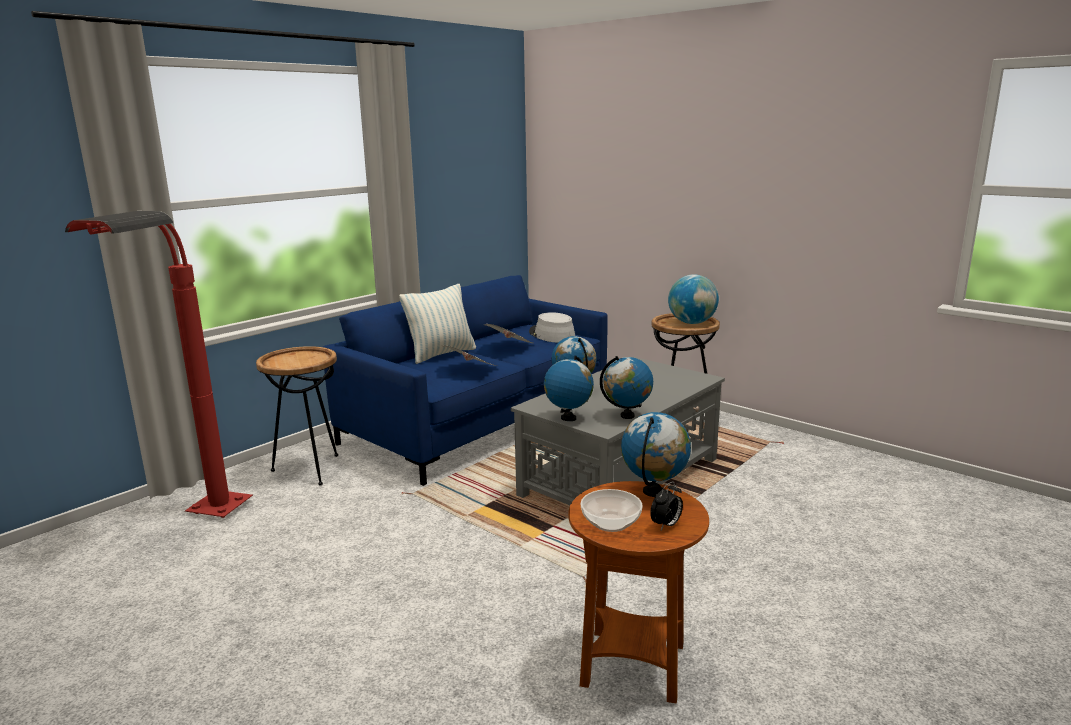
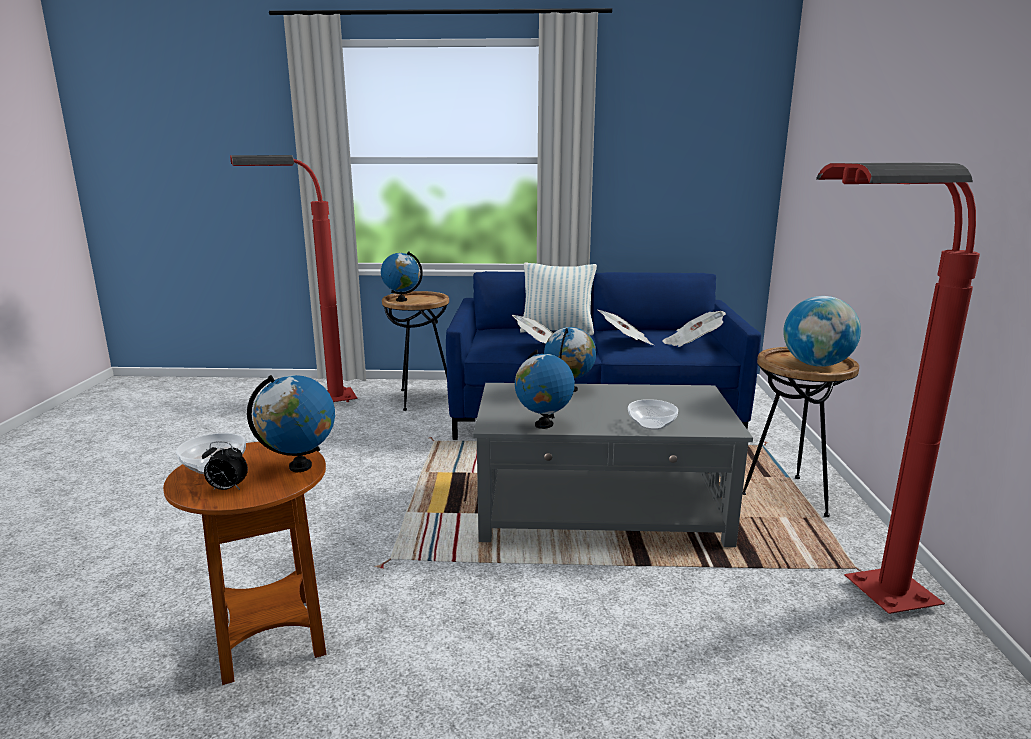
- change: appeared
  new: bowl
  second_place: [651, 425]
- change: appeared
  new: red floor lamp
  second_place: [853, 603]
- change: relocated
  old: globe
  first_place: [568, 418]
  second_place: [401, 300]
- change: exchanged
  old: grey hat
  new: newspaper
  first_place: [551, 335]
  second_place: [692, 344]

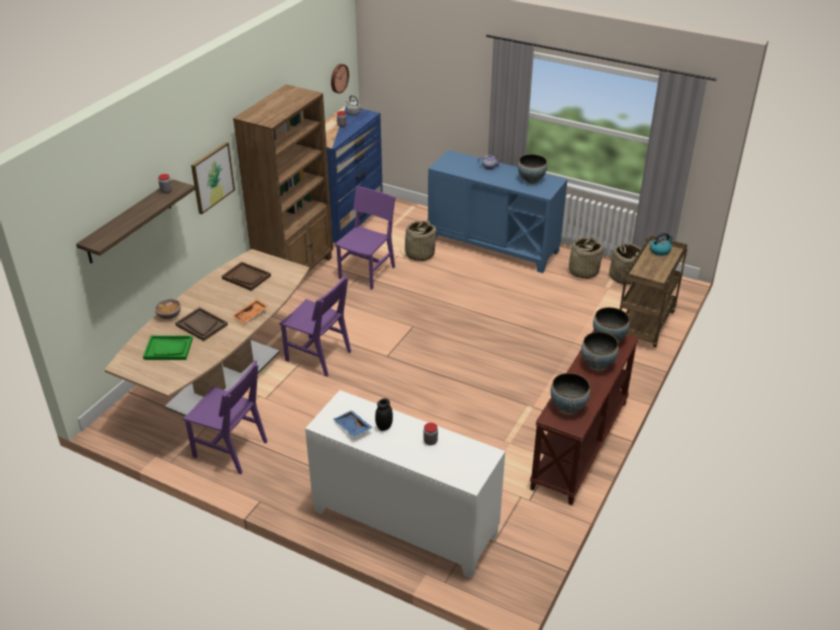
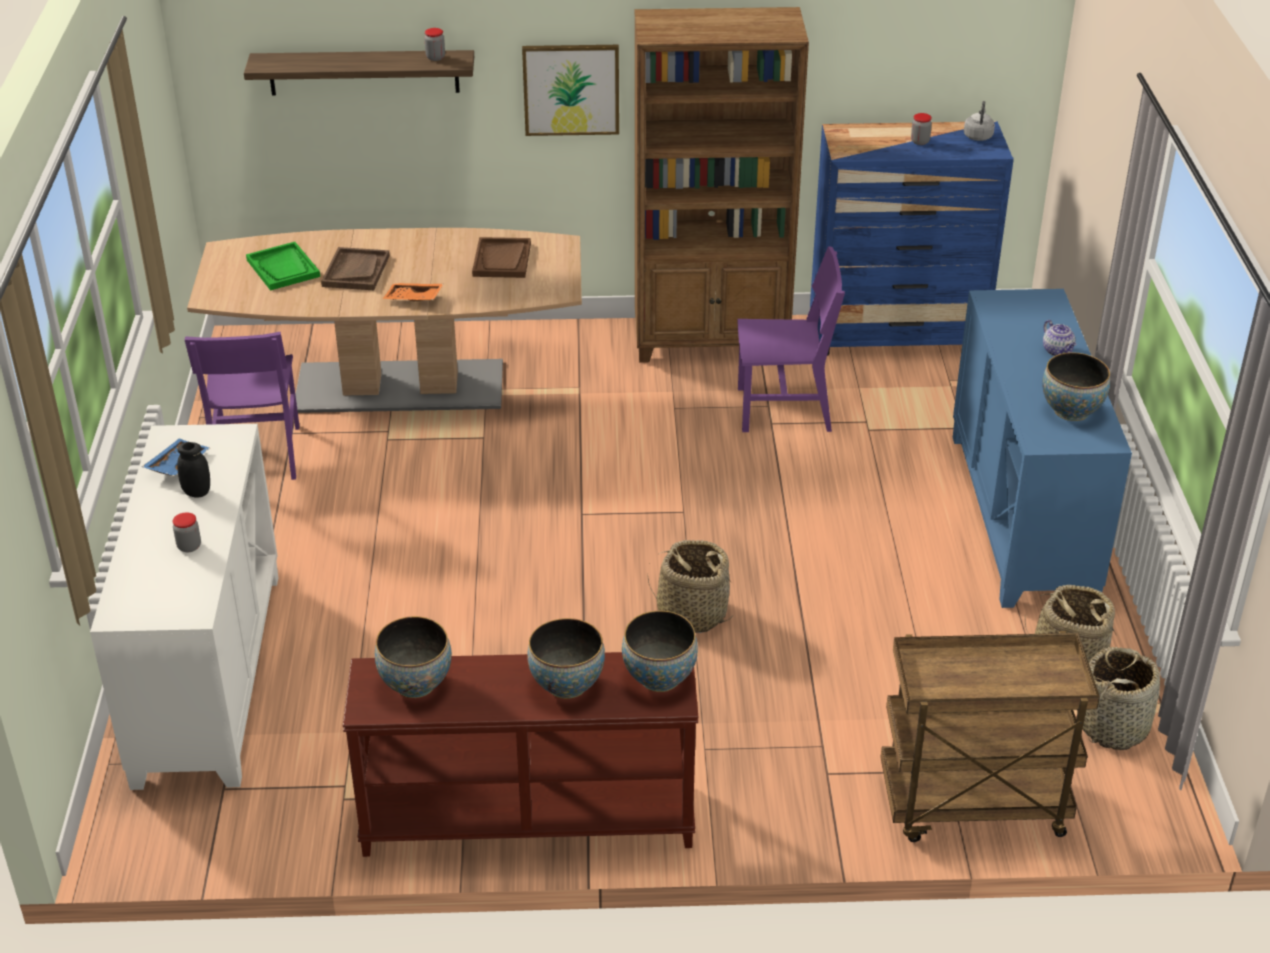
- change: missing
  old: bowl
  first_place: [169, 315]
- change: missing
  old: purple chair
  first_place: [318, 356]
- change: missing
  old: wall clock
  first_place: [338, 78]
- change: missing
  old: kettle
  first_place: [660, 250]
- change: relocated
  old: basket
  first_place: [419, 254]
  second_place: [691, 614]

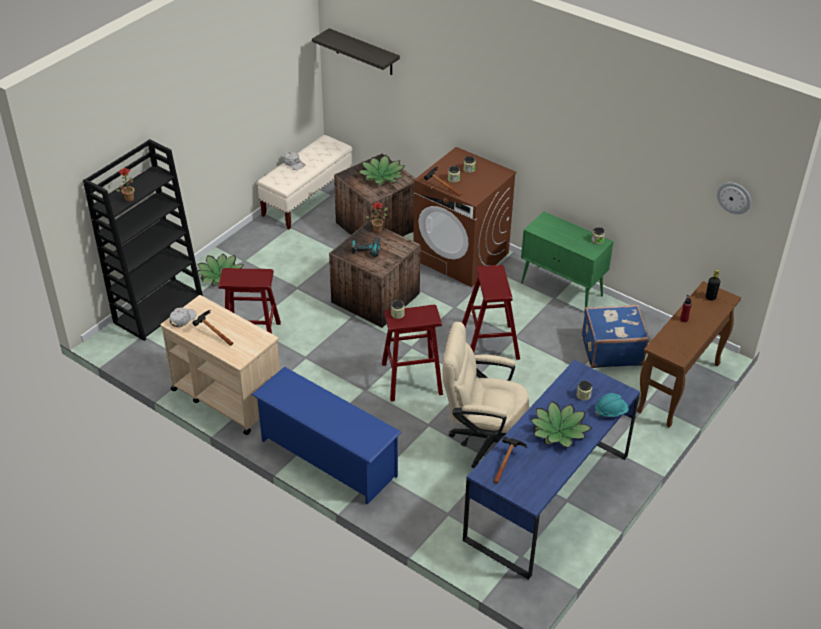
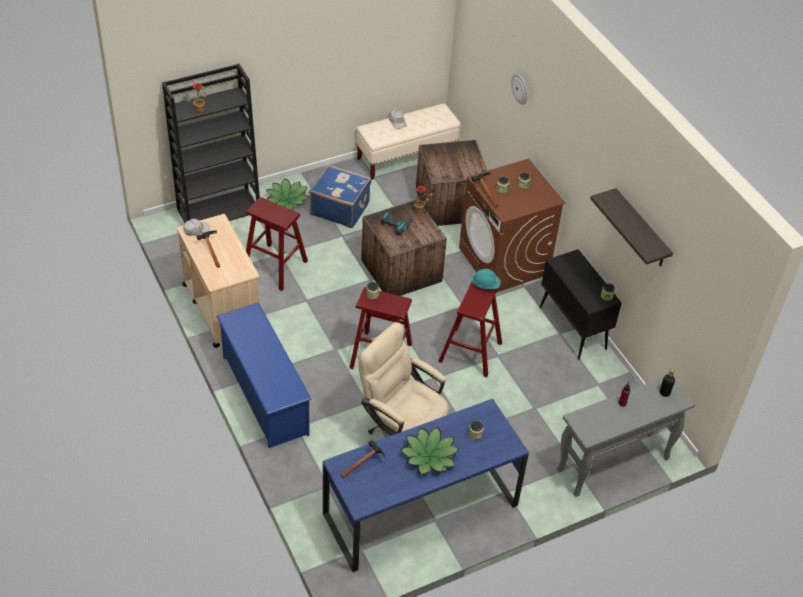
- change: missing
  old: potted plant
  first_place: [382, 176]
- change: relocated
  old: shelf
  first_place: [364, 52]
  second_place: [641, 229]
- change: relocated
  old: blue suitcase
  first_place: [611, 350]
  second_place: [340, 208]
- change: relocated
  old: turquoise hard hat
  first_place: [610, 412]
  second_place: [485, 285]
- change: relocated
  old: wall clock
  first_place: [734, 197]
  second_place: [520, 88]
- change: colour
  old: green cabinet
  new: black cabinet
  first_place: [562, 289]
  second_place: [573, 328]
- change: colour
  old: brown console table
  new: grey console table
  first_place: [678, 388]
  second_place: [612, 465]

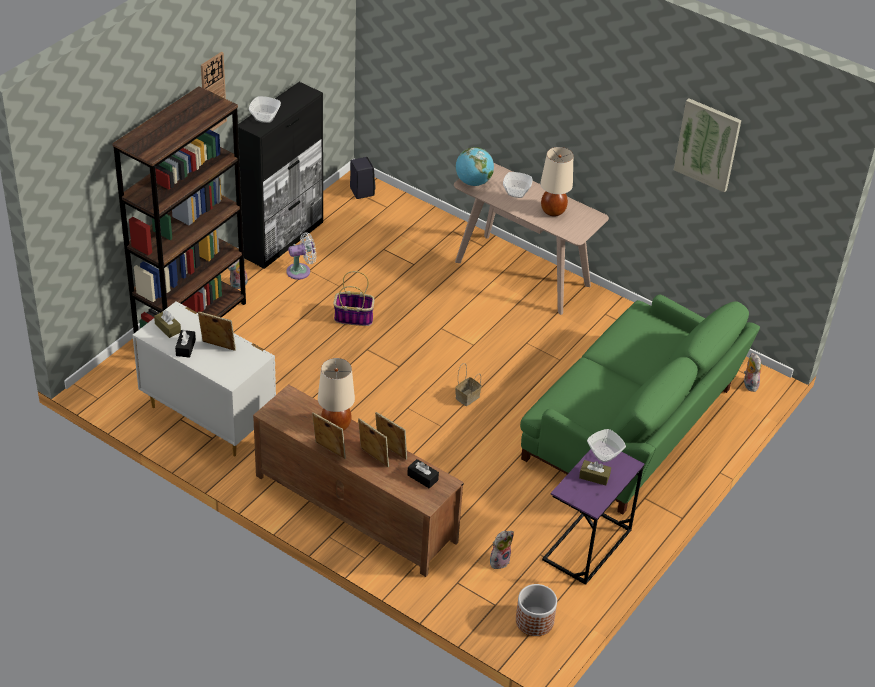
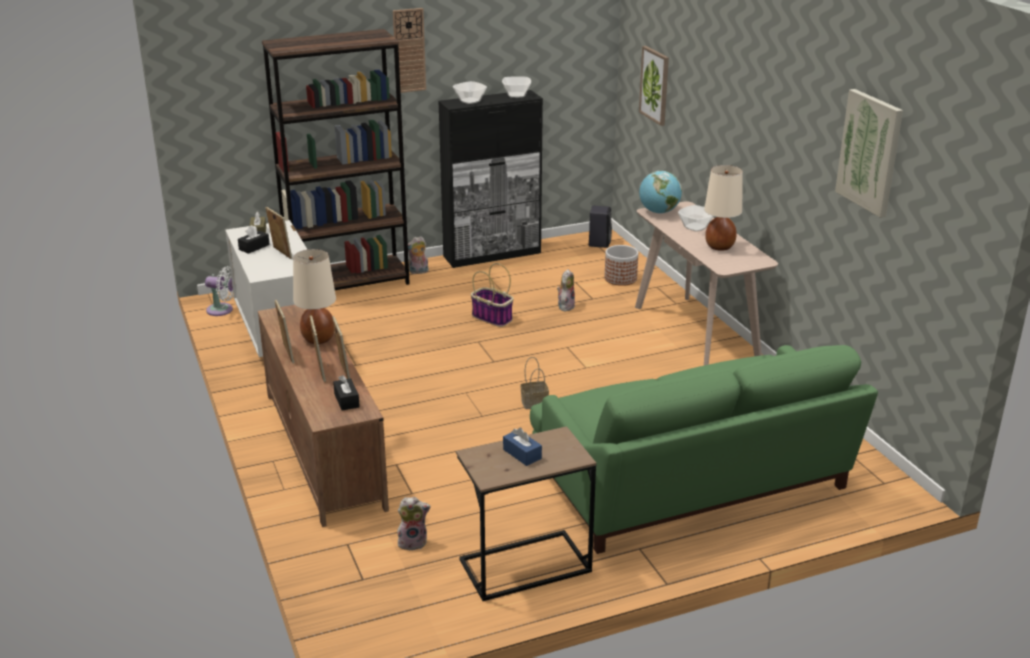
- change: appeared
  new: picture
  second_place: [655, 85]
- change: relocated
  old: white fan
  first_place: [301, 271]
  second_place: [222, 310]
- change: relocated
  old: planter
  first_place: [534, 621]
  second_place: [620, 278]
- change: relocated
  old: bowl
  first_place: [603, 454]
  second_place: [516, 95]
- change: relocated
  old: plush toy
  first_place: [749, 384]
  second_place: [565, 306]
- change: colour
  old: purple side table
  new: brown side table
  first_place: [587, 545]
  second_place: [525, 566]
- change: colour
  old: brown tissue box
  new: blue tissue box
  first_place: [594, 476]
  second_place: [522, 454]

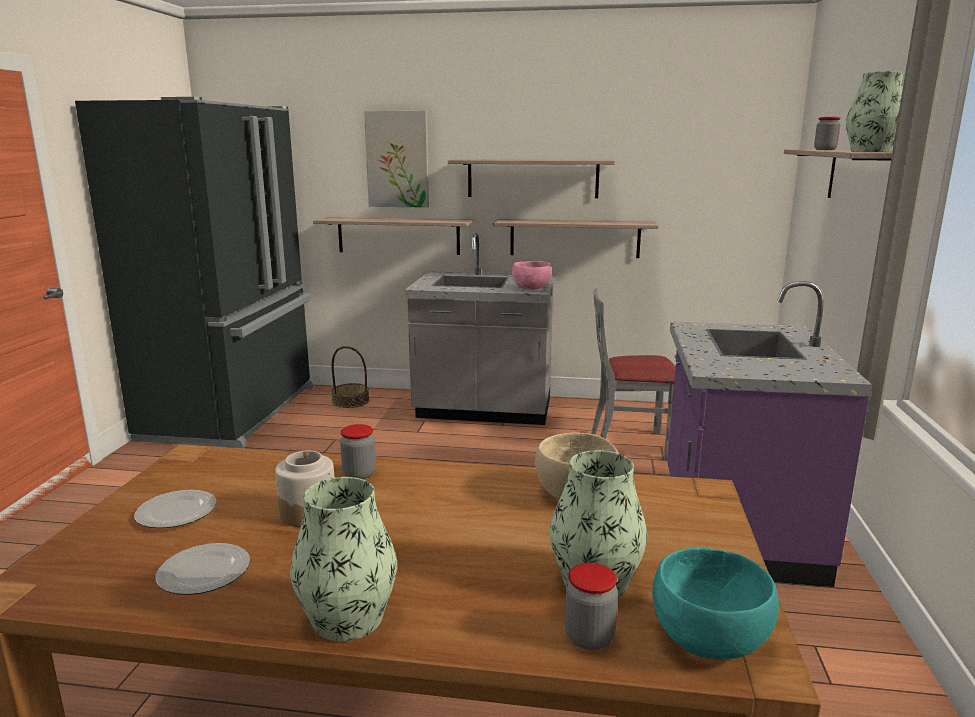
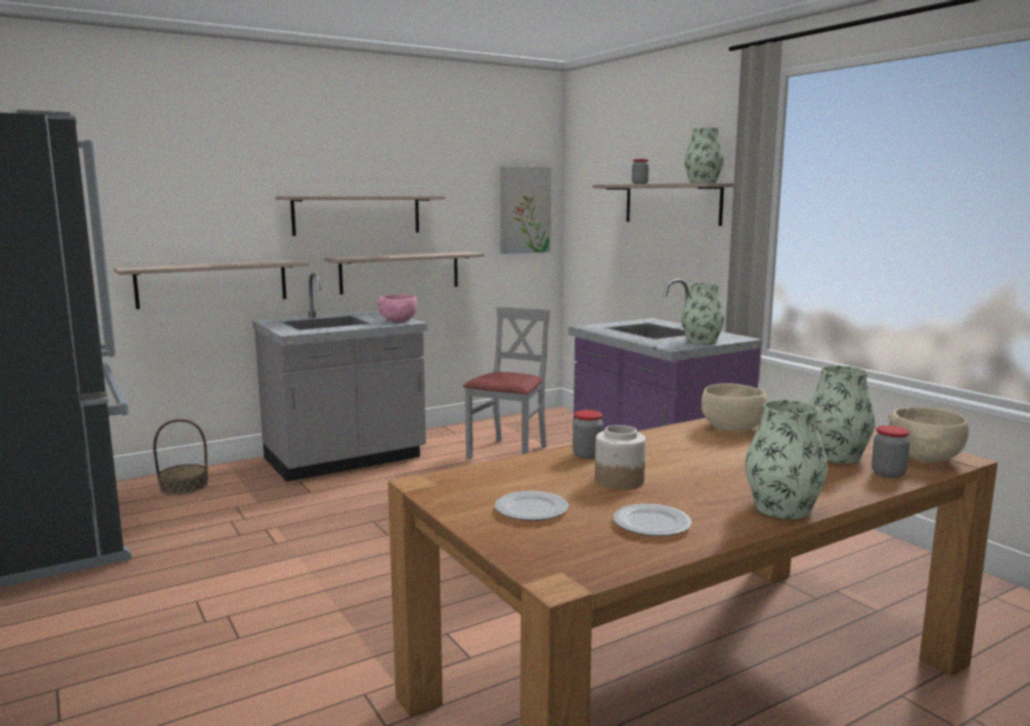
- change: appeared
  new: vase
  second_place: [701, 341]
- change: relocated
  old: picture
  first_place: [397, 159]
  second_place: [524, 210]
- change: colour
  old: turquoise bowl
  new: beige bowl
  first_place: [711, 639]
  second_place: [924, 457]
- change: spun
  old: grey chair
  first_place: [629, 444]
  second_place: [509, 453]
  degrees: 150

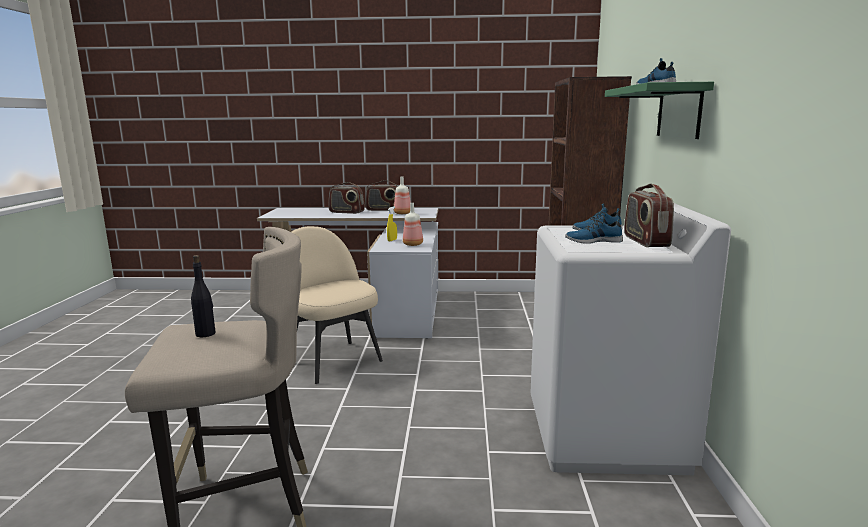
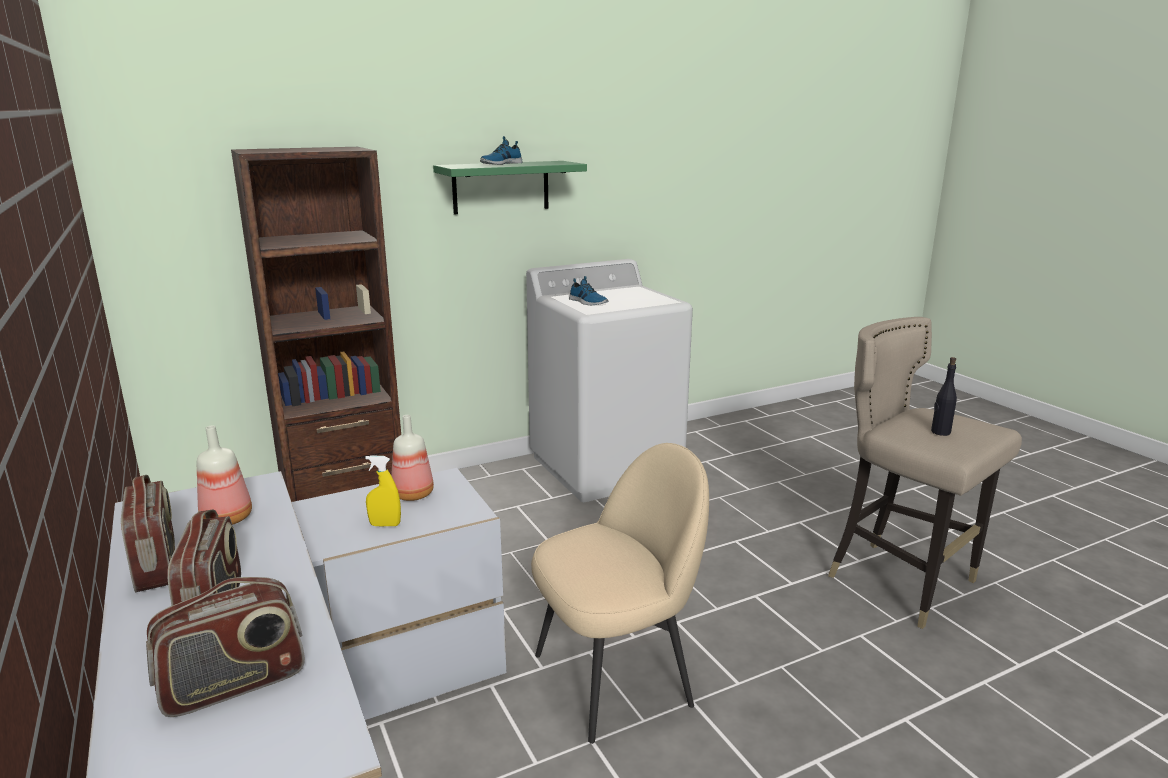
- change: missing
  old: shoe
  first_place: [593, 241]
- change: relocated
  old: radio
  first_place: [645, 241]
  second_place: [234, 684]
- change: spun
  old: beige chair
  first_place: [333, 360]
  second_place: [616, 677]
  degrees: -135

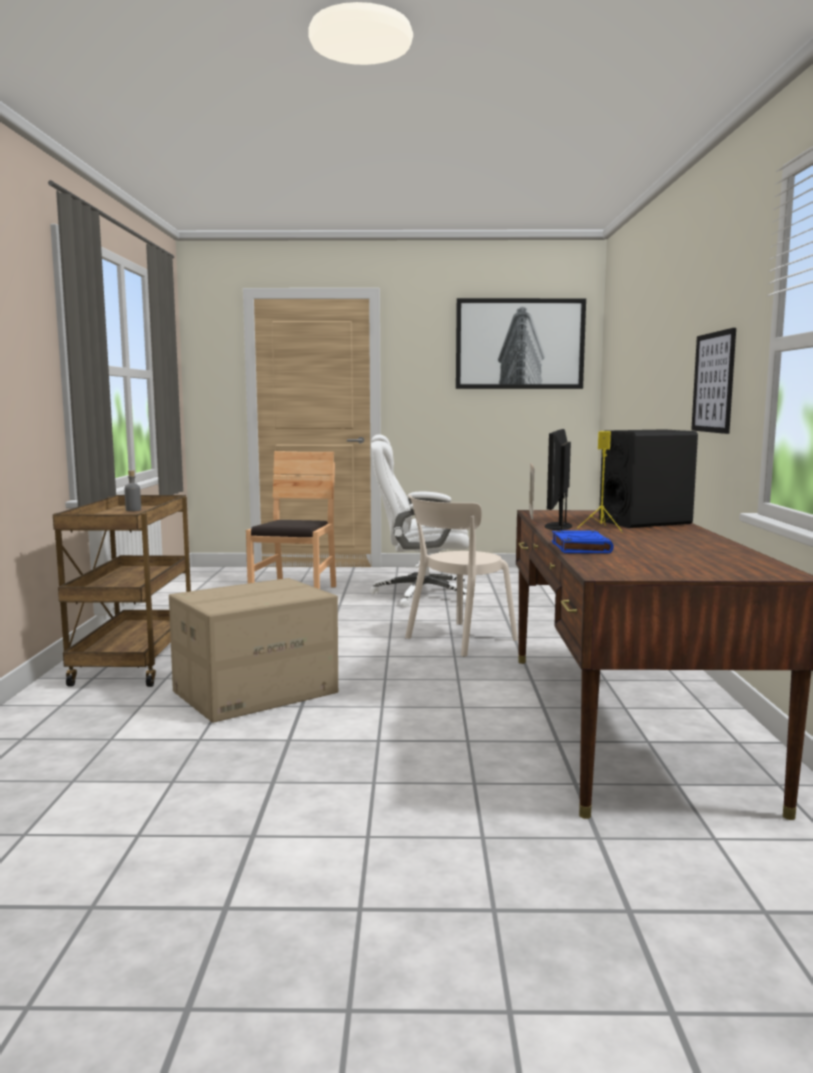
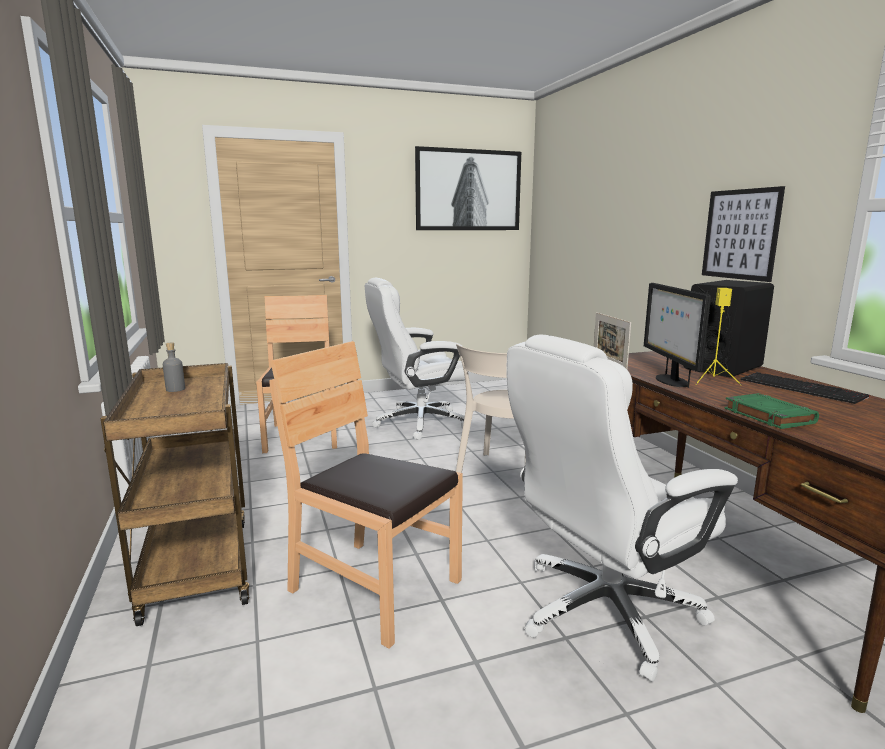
- change: appeared
  new: white office chair
  second_place: [603, 611]
- change: appeared
  new: keyboard
  second_place: [803, 388]
- change: exchanged
  old: cardboard box
  new: brown chair
  first_place: [255, 692]
  second_place: [374, 587]
- change: colour
  old: blue book
  new: green book
  first_place: [580, 547]
  second_place: [767, 416]

